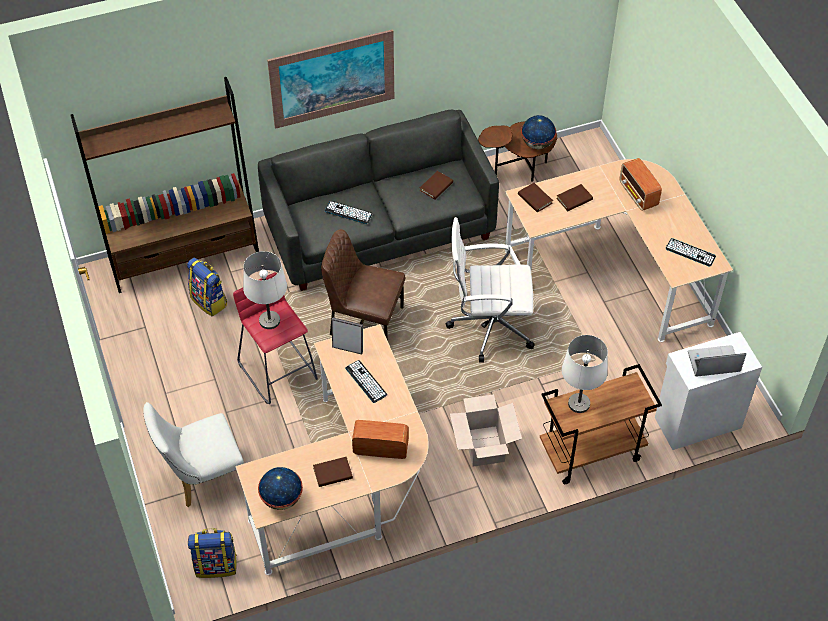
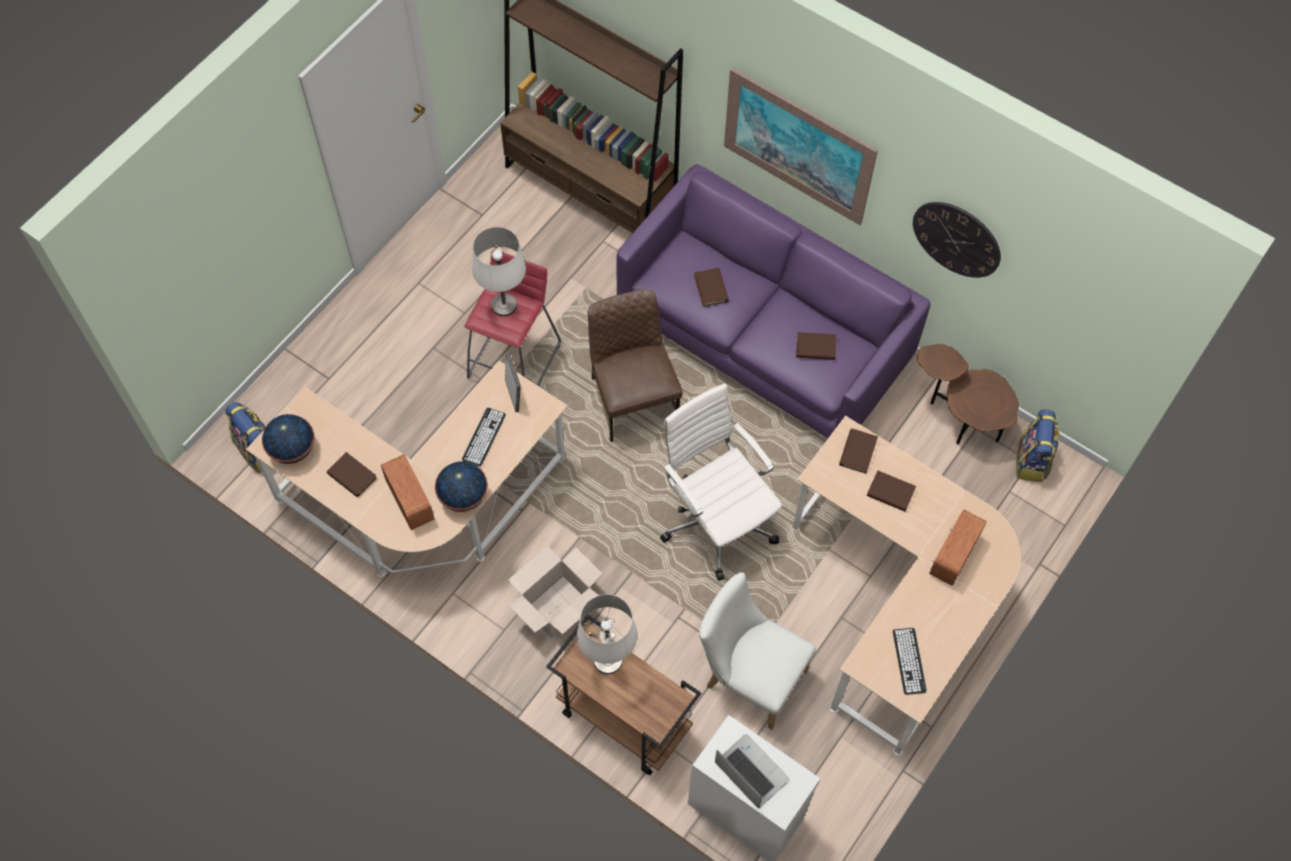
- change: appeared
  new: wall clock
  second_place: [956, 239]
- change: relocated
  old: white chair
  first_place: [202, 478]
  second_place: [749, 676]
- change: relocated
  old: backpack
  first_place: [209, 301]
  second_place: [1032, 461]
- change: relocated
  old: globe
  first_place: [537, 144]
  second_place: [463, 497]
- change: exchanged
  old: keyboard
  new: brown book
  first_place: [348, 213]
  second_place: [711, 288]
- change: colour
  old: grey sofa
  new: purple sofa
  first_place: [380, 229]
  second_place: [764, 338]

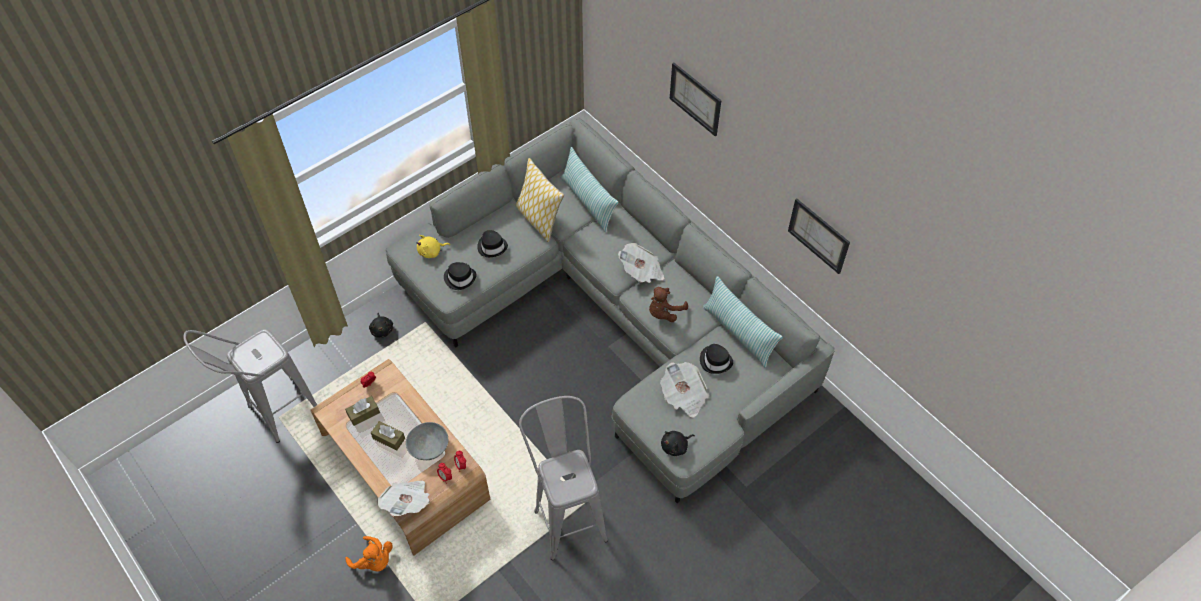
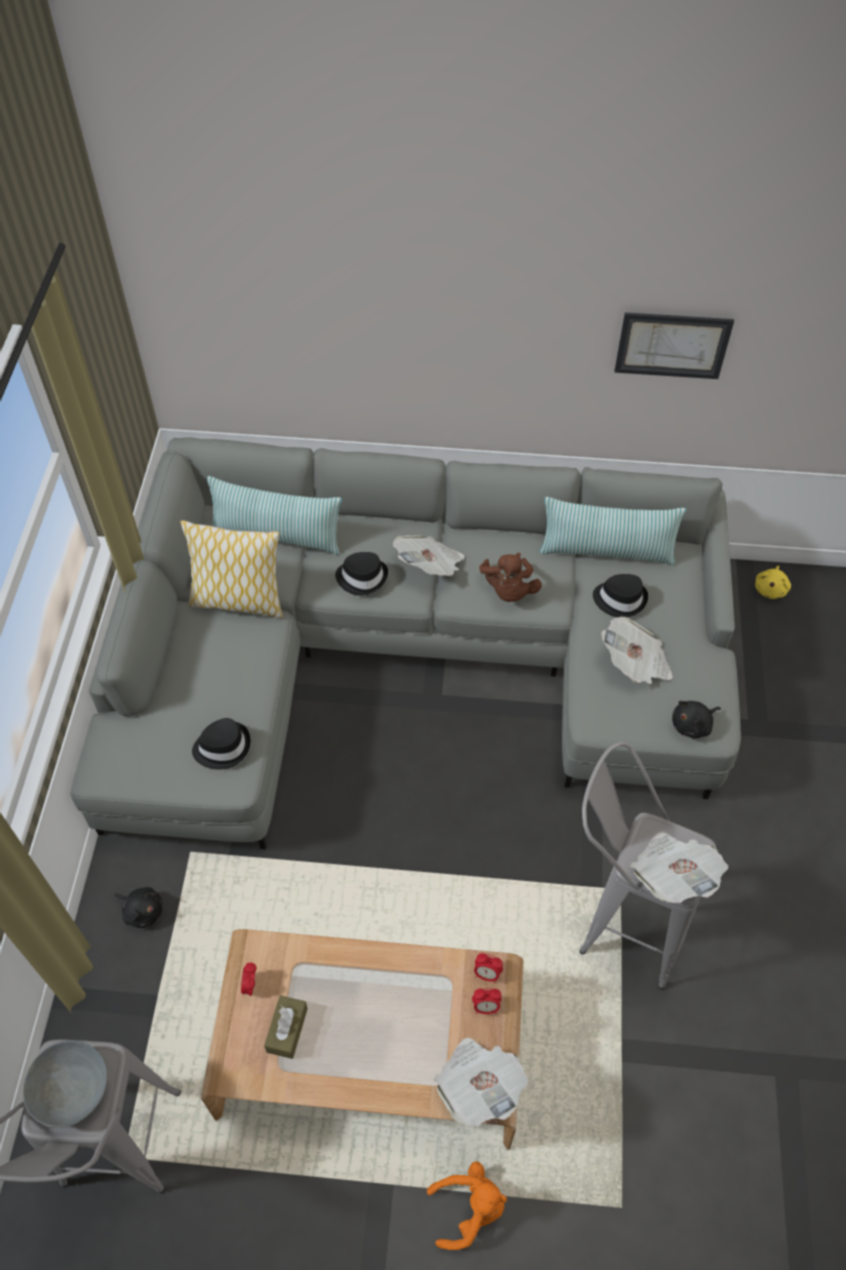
- change: missing
  old: brown tissue box
  first_place: [389, 438]
- change: missing
  old: picture
  first_place: [695, 98]
- change: appeared
  new: newspaper
  second_place: [673, 875]
- change: relocated
  old: grey bowl
  first_place: [429, 448]
  second_place: [73, 1090]
- change: relocated
  old: yellow plush toy
  first_place: [431, 251]
  second_place: [770, 589]
- change: relocated
  old: black hat
  first_place: [492, 246]
  second_place: [362, 577]
- change: spun
  old: black plush toy
  first_place: [675, 446]
  second_place: [693, 725]
  degrees: 45

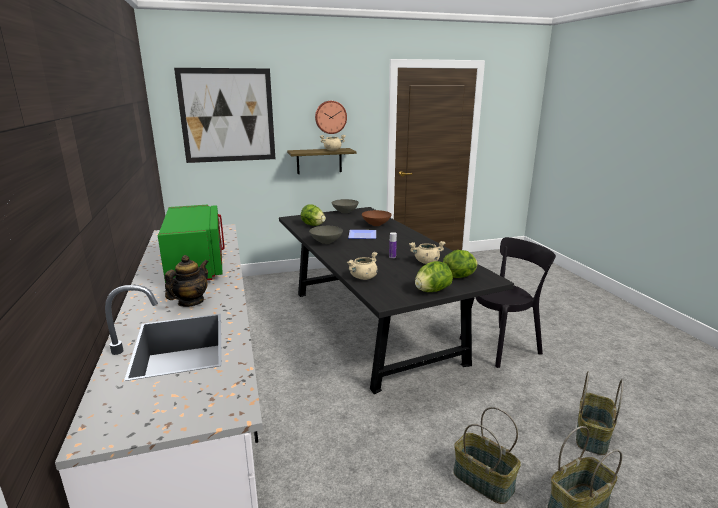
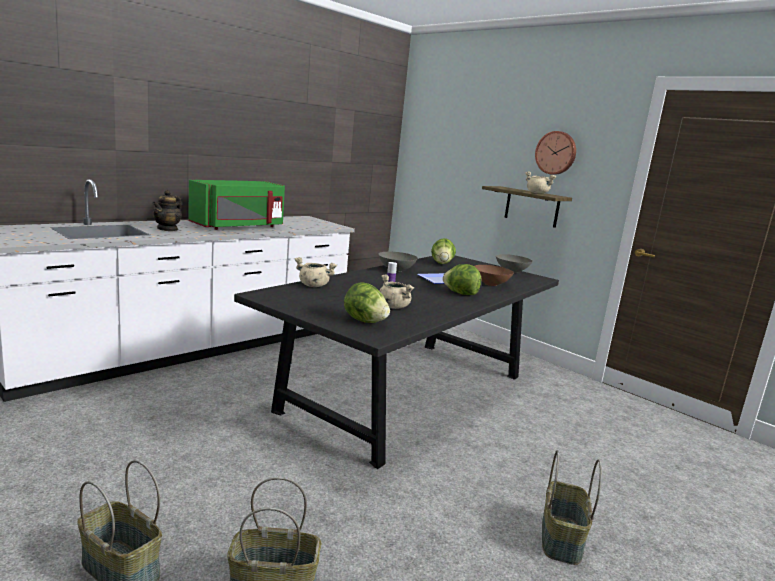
- change: missing
  old: picture
  first_place: [227, 116]
- change: missing
  old: black chair
  first_place: [502, 345]
- change: relocated
  old: lettuce
  first_place: [432, 291]
  second_place: [460, 293]
- change: relocated
  old: basket
  first_place: [482, 481]
  second_place: [560, 538]
- change: spun
  old: teapot
  first_place: [190, 302]
  second_place: [167, 229]
  degrees: 105

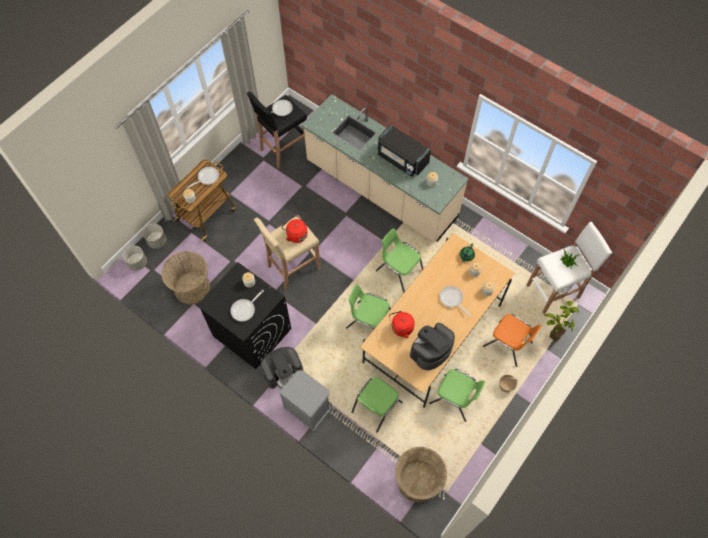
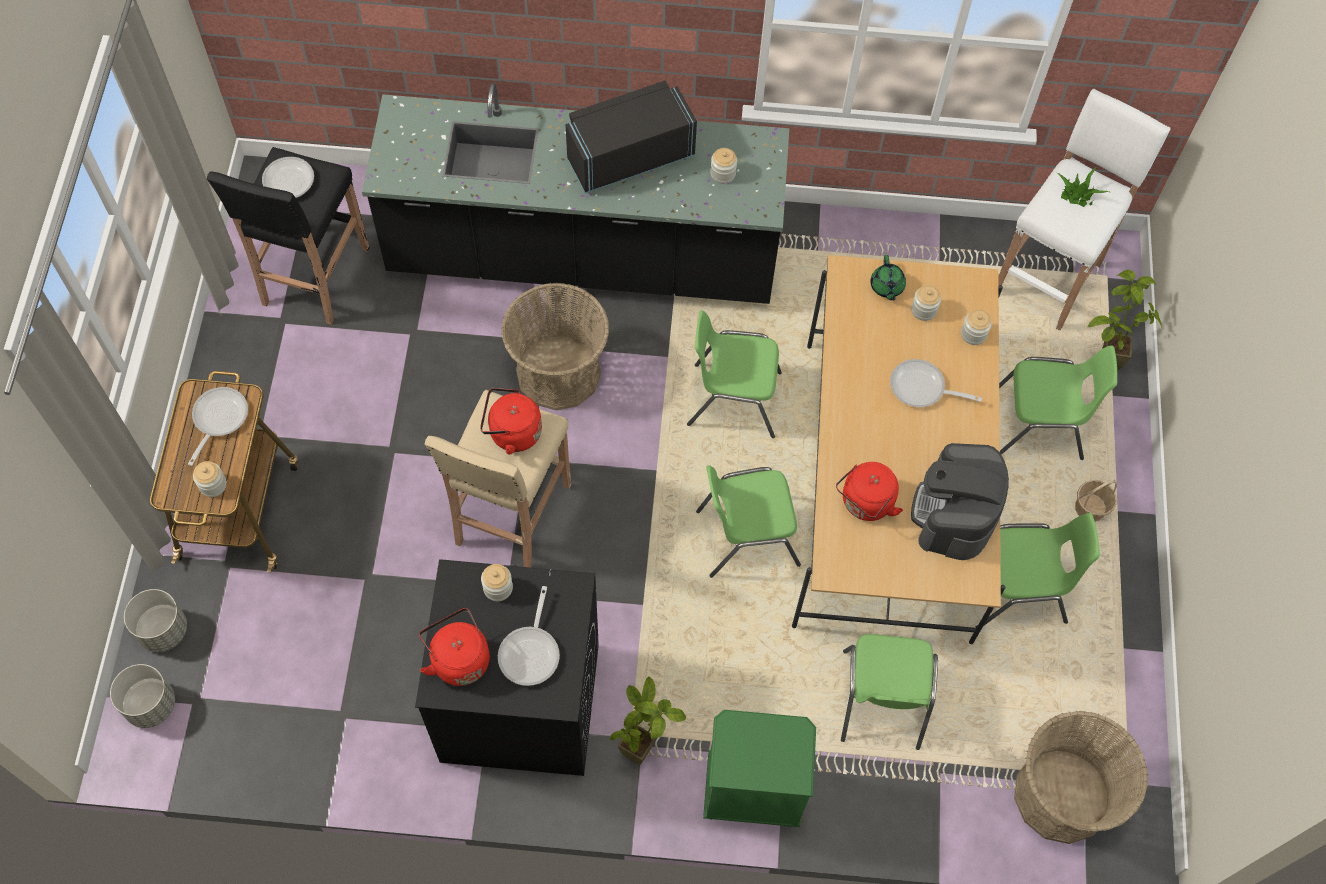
- change: appeared
  new: red kettle
  second_place: [458, 658]
- change: relocated
  old: basket
  first_place: [191, 287]
  second_place: [558, 372]
- change: exchanged
  old: coffee machine
  new: potted plant
  first_place: [283, 371]
  second_place: [644, 745]
- change: colour
  old: grey nightstand
  new: green nightstand
  first_place: [307, 409]
  second_place: [751, 791]
- change: colour
  old: beige counter
  new: black counter
  first_place: [380, 190]
  second_place: [583, 257]
- change: colour
  old: orange chair
  new: green chair
  first_place: [508, 344]
  second_place: [1039, 426]
- change: spun
  old: black microwave
  first_place: [402, 159]
  second_place: [629, 156]
  degrees: 150

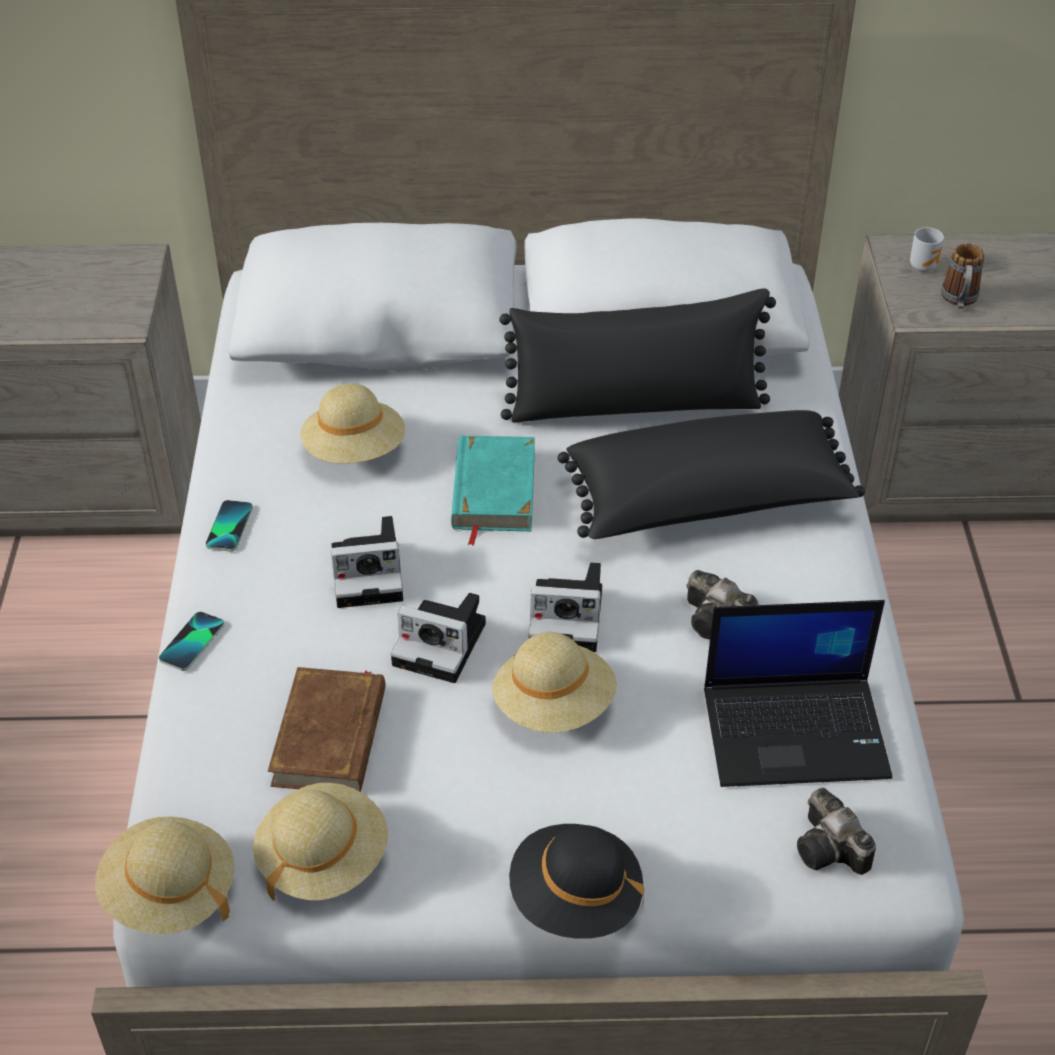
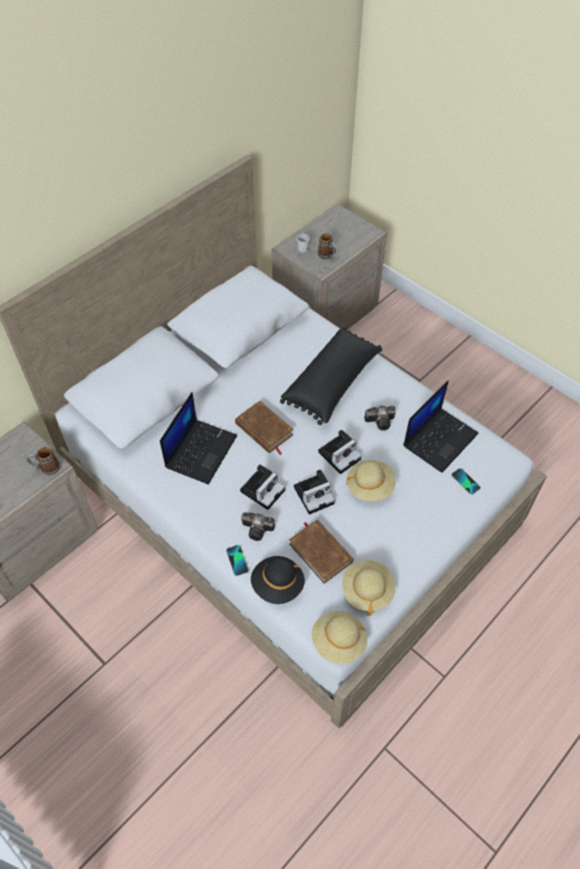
- change: missing
  old: black pillow
  first_place: [635, 405]
- change: appeared
  new: mug
  second_place: [46, 468]
- change: relocated
  old: phone
  first_place: [229, 527]
  second_place: [465, 482]
- change: relocated
  old: black hat
  first_place: [575, 899]
  second_place: [278, 585]
- change: relocated
  old: photo camera
  first_place: [832, 851]
  second_place: [258, 529]
- change: exchanged
  old: beige hat
  new: laptop
  first_place: [355, 451]
  second_place: [201, 450]
- change: colour
  old: turquoise book
  new: brown book
  first_place: [493, 491]
  second_place: [264, 430]

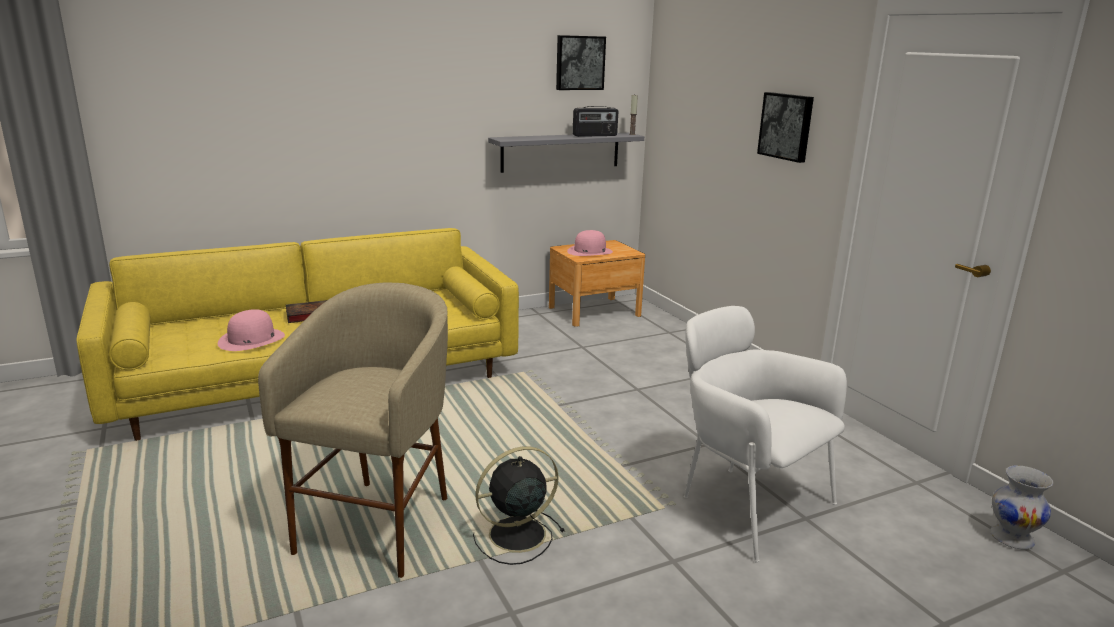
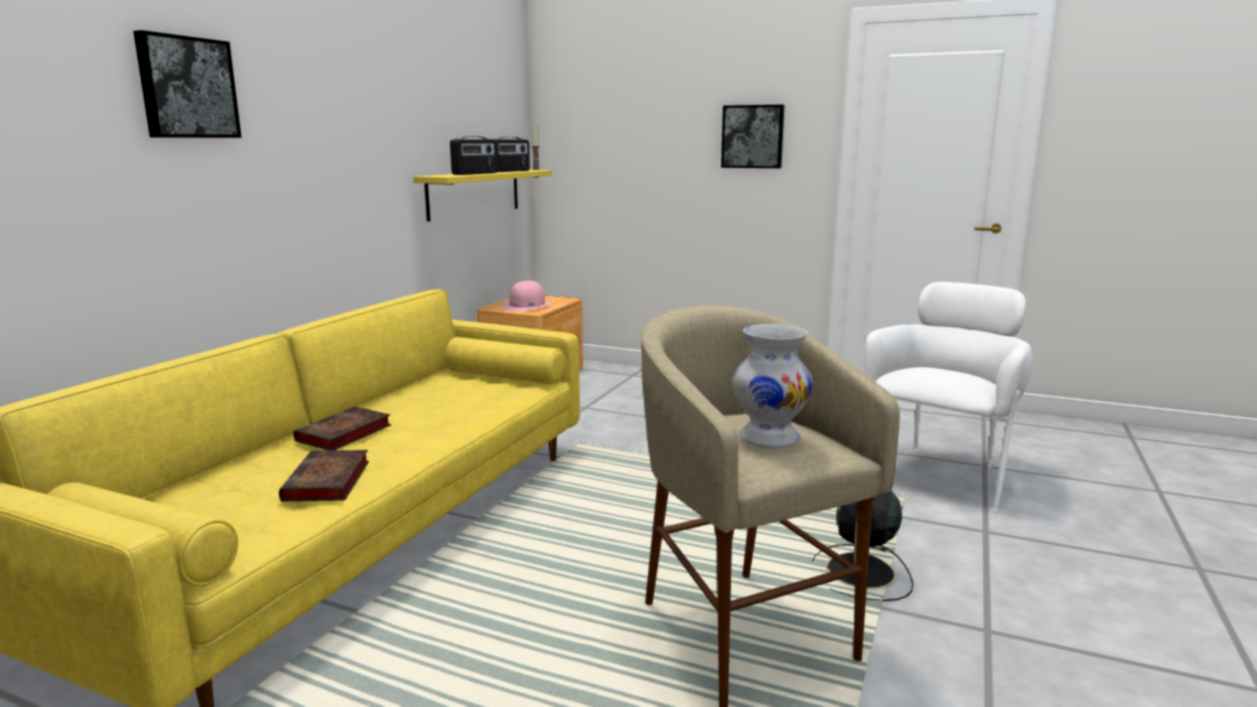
- change: appeared
  new: radio
  second_place: [475, 174]
- change: relocated
  old: picture
  first_place: [579, 63]
  second_place: [186, 88]
- change: relocated
  old: white vase
  first_place: [1011, 538]
  second_place: [769, 439]
- change: exchanged
  old: pink hat
  new: book
  first_place: [251, 339]
  second_place: [327, 482]
- change: colour
  old: grey shelf
  new: yellow shelf
  first_place: [561, 152]
  second_place: [474, 193]
- change: spun
  old: white armchair
  first_place: [745, 503]
  second_place: [938, 472]
  degrees: 120

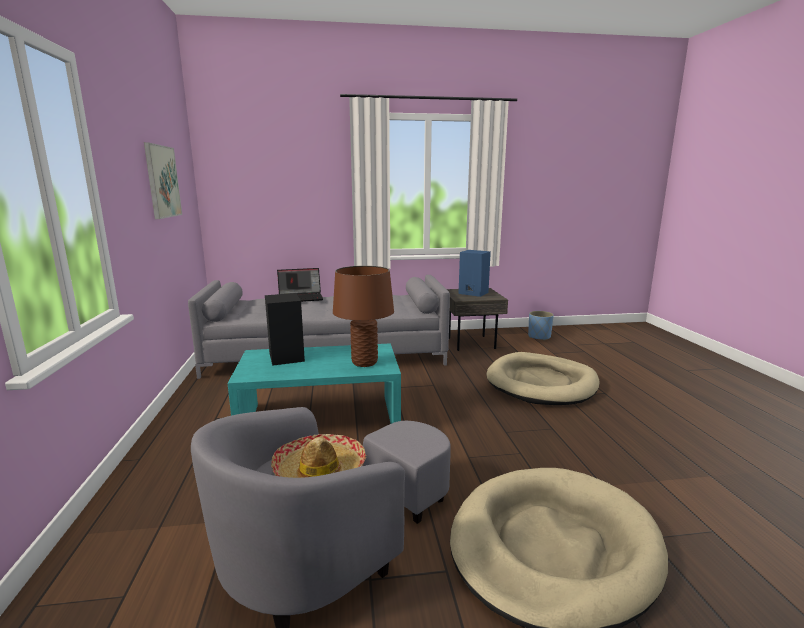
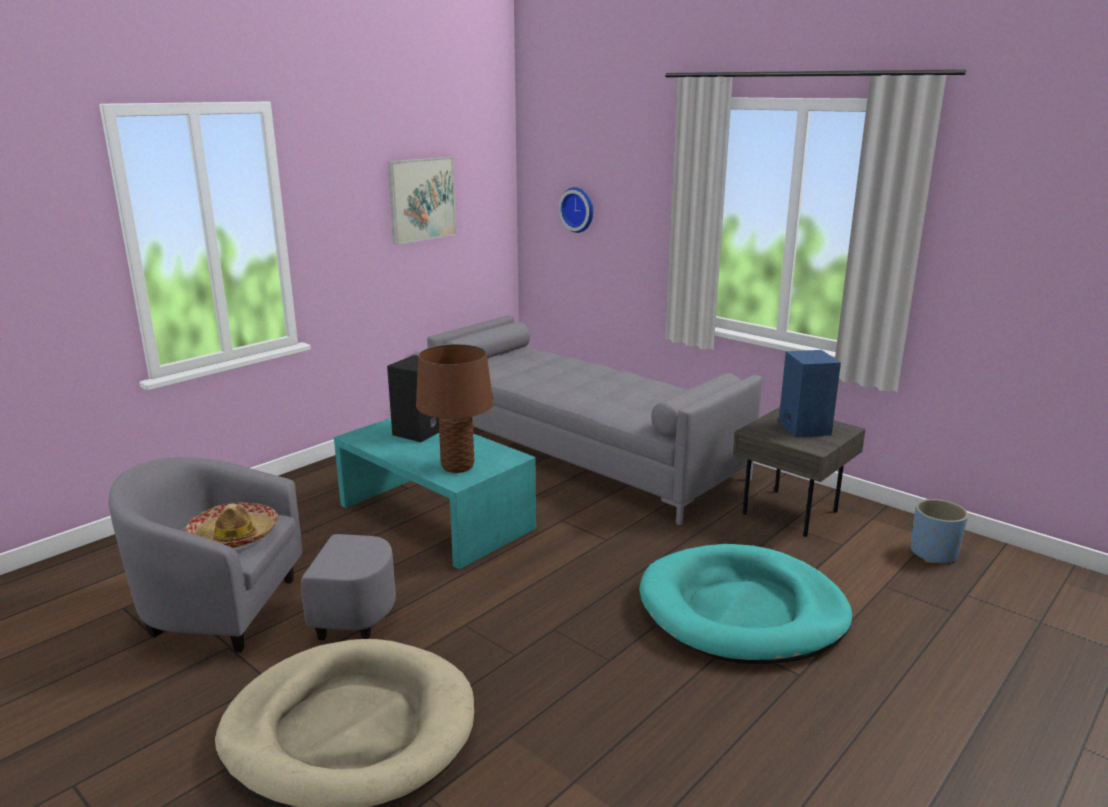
- change: missing
  old: laptop
  first_place: [301, 298]
- change: appeared
  new: wall clock
  second_place: [578, 209]
- change: colour
  old: beige dog bed
  new: turquoise dog bed
  first_place: [541, 383]
  second_place: [742, 611]

